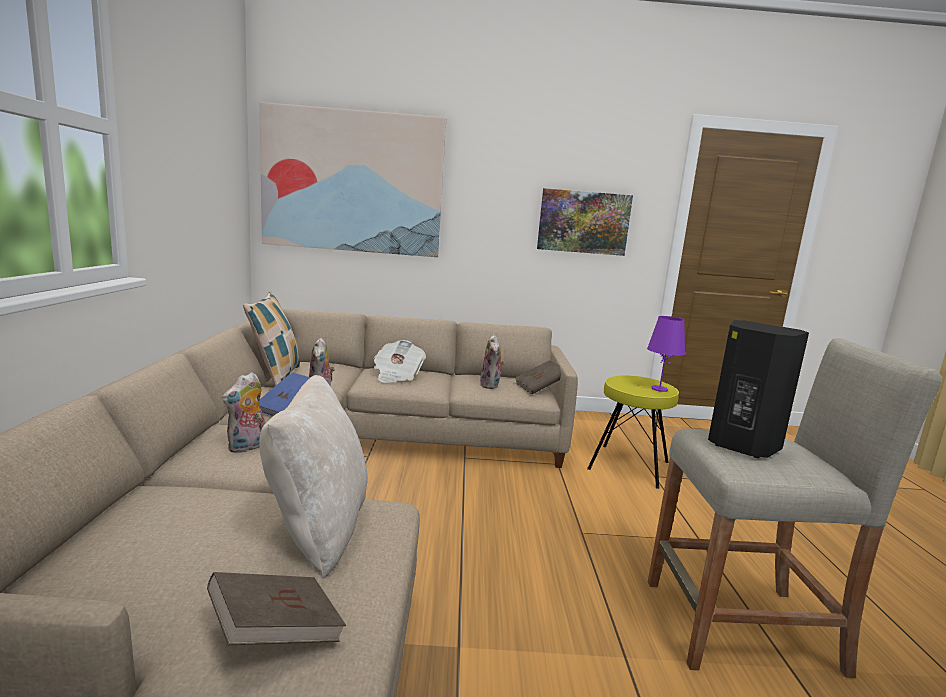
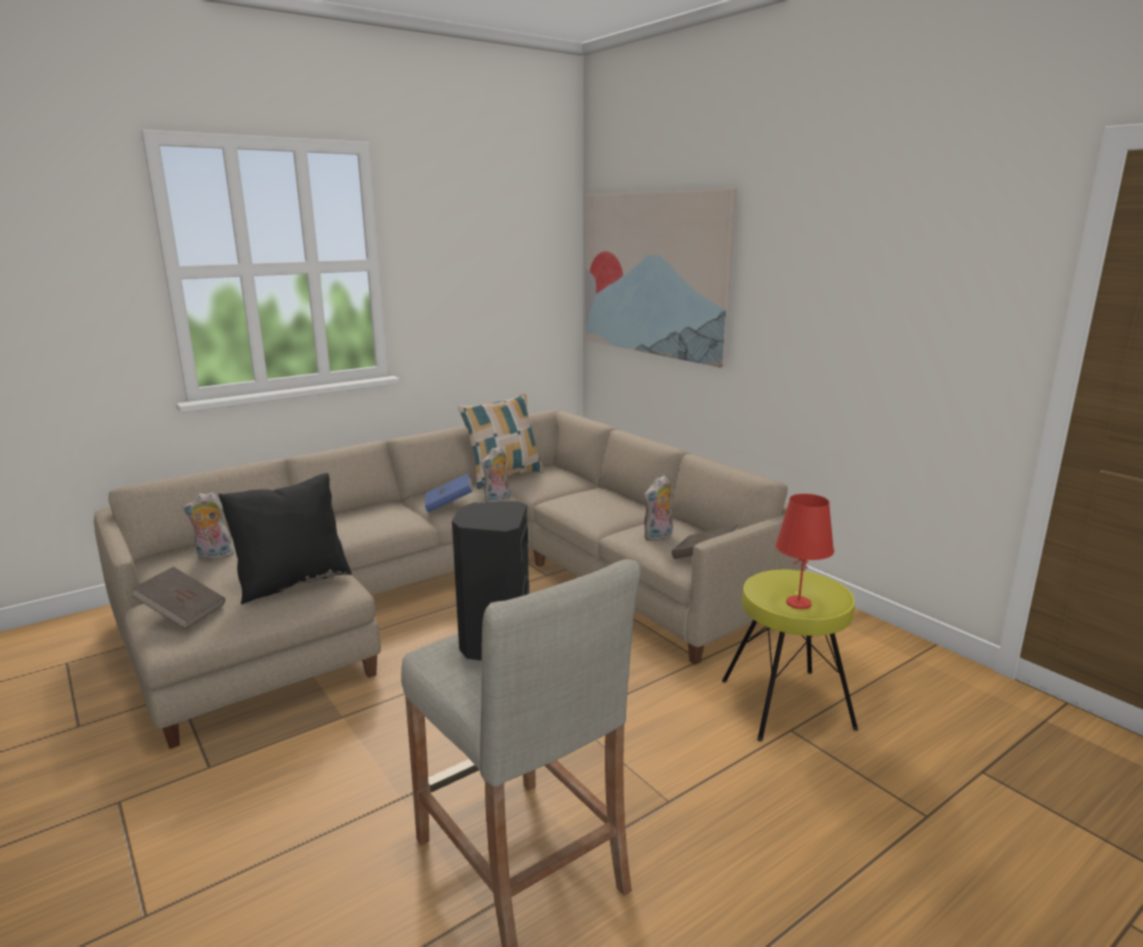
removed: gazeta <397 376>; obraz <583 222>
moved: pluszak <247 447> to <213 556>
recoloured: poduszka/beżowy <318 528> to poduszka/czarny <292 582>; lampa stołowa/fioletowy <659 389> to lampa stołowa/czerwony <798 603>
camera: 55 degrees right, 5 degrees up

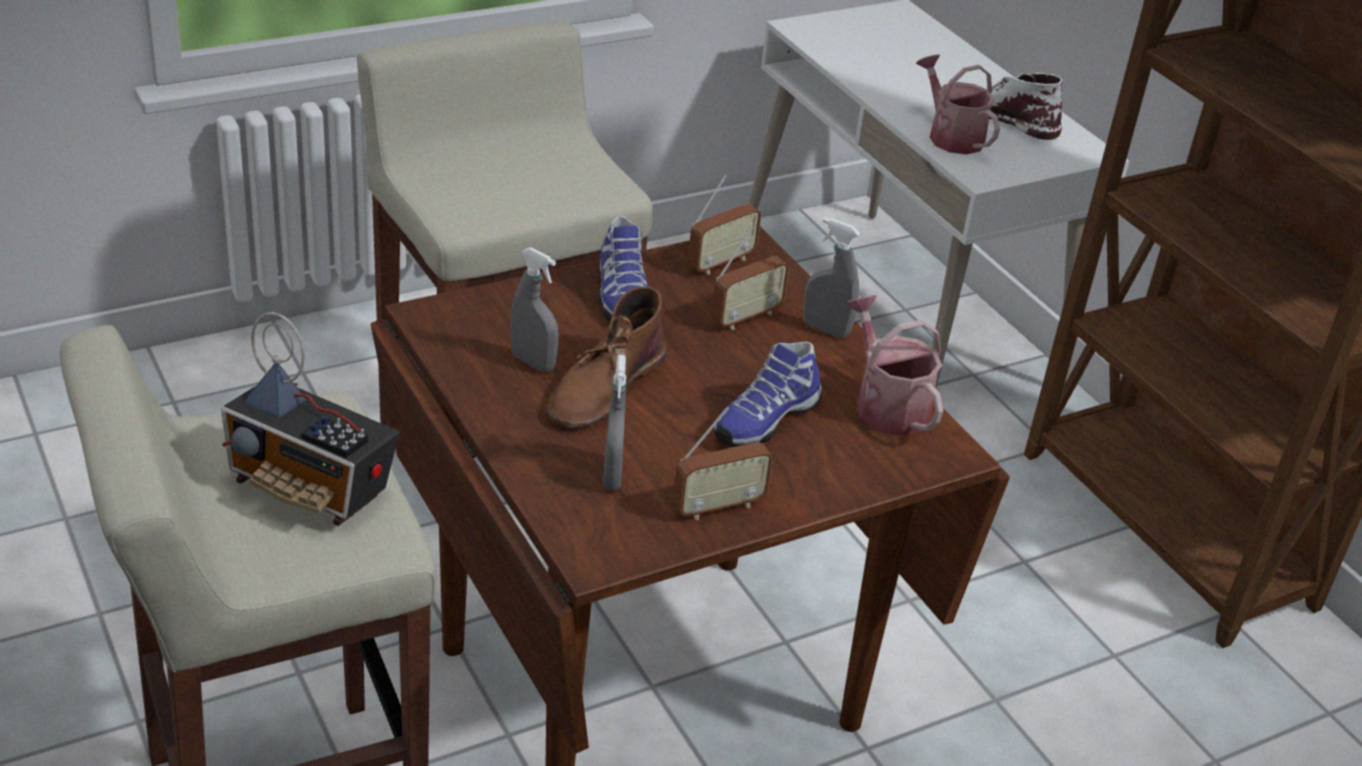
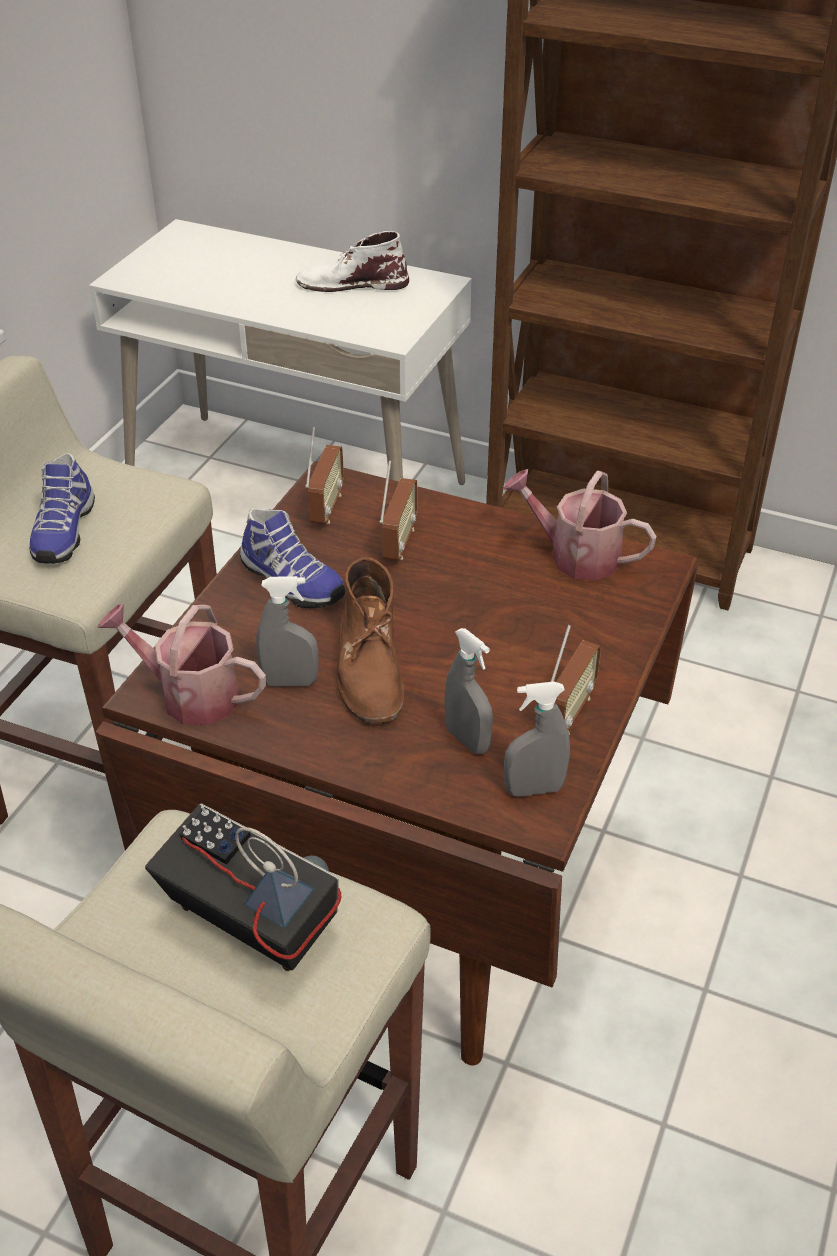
moved: but <764 419> to <62 532>; spryskiwacz/szary <826 330> to <534 789>; konewka <951 136> to <190 695>
turned: radio <311 488> = <251 920> 135 degrees counterclockwise
camera: 35 degrees left, 5 degrees up

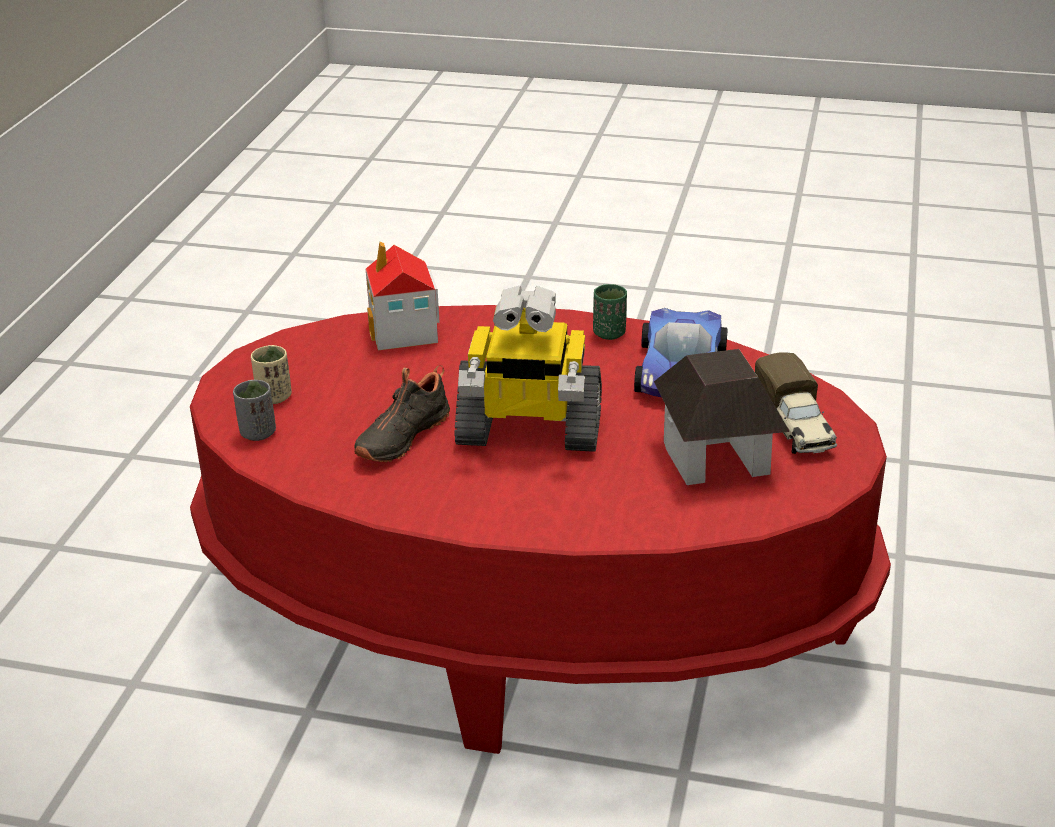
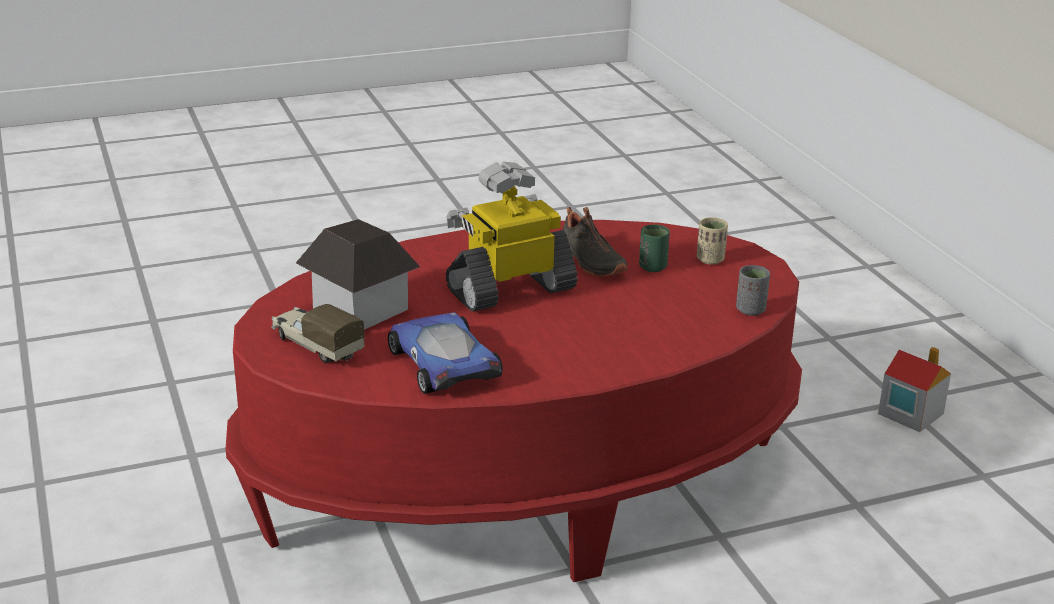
moved: filiżanka/szary <258 433> to <750 310>; domek <404 332> to <909 413>; filiżanka/zielony <609 333> to <652 267>
turned: but/czarny <401 436> = <590 262> 150 degrees clockwise
camera: 145 degrees right, 5 degrees down

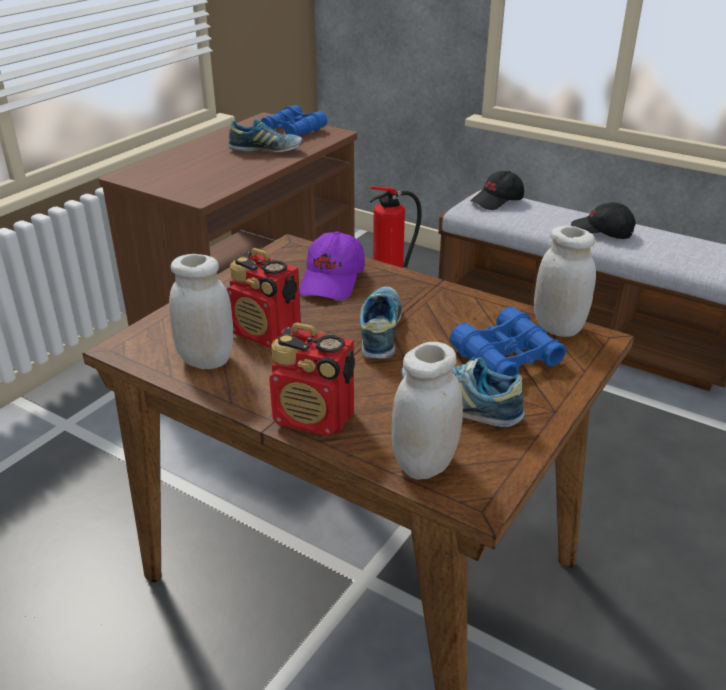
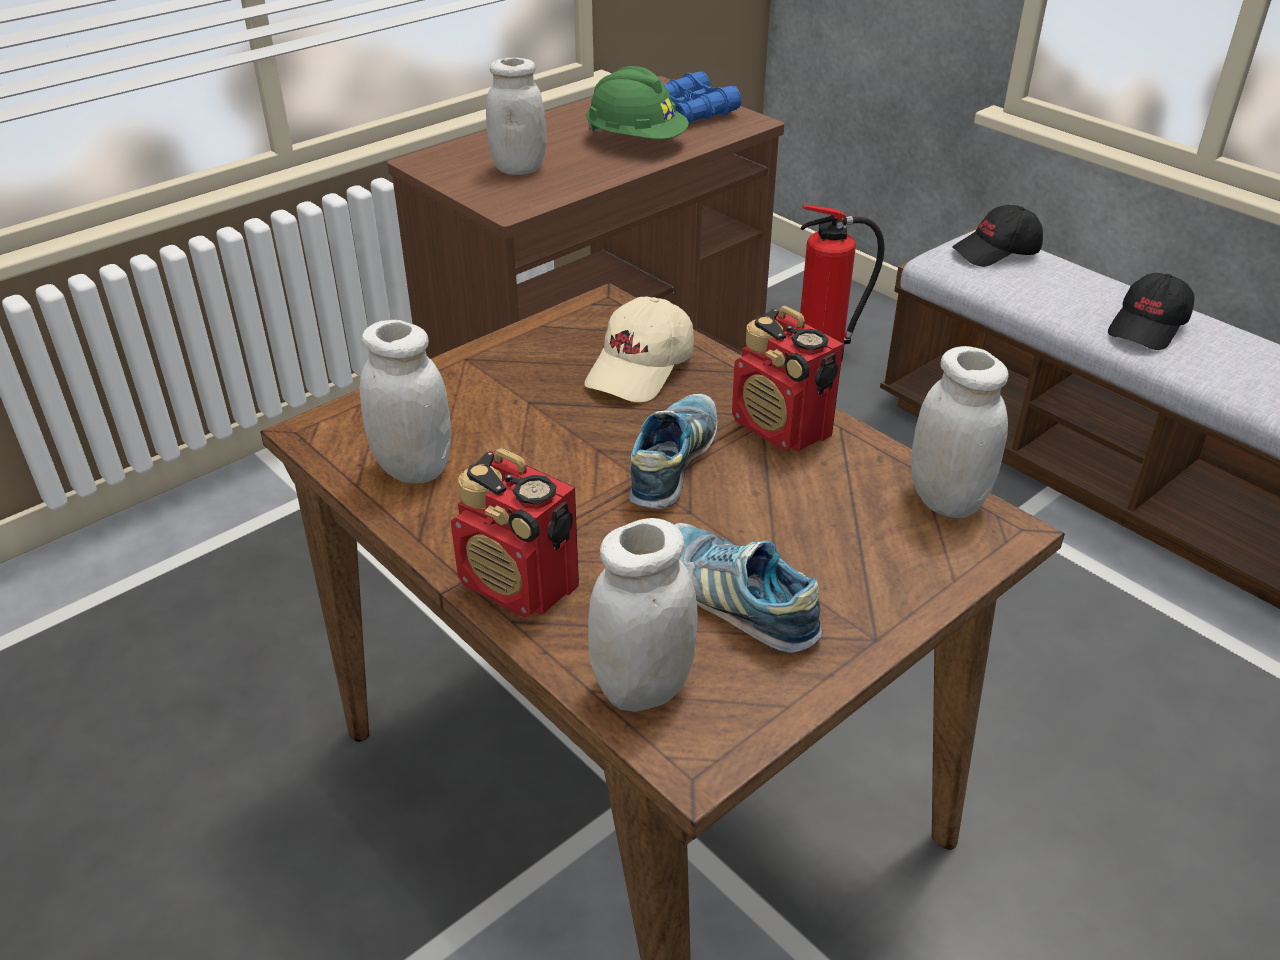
removed: lornetka/niebieski <506 357>
added: słoik/biały <519 168>
moved: radio <266 334> to <782 429>
replaced: but <266 150> to kask/zielony <636 141>
recoloured: czapka z daszkiem/fioletowy <333 281> to czapka z daszkiem/beżowy <641 369>
turned: czapka z daszkiem/czarny <602 232> = <1148 327> 90 degrees counterclockwise
camera: 15 degrees right, 5 degrees up

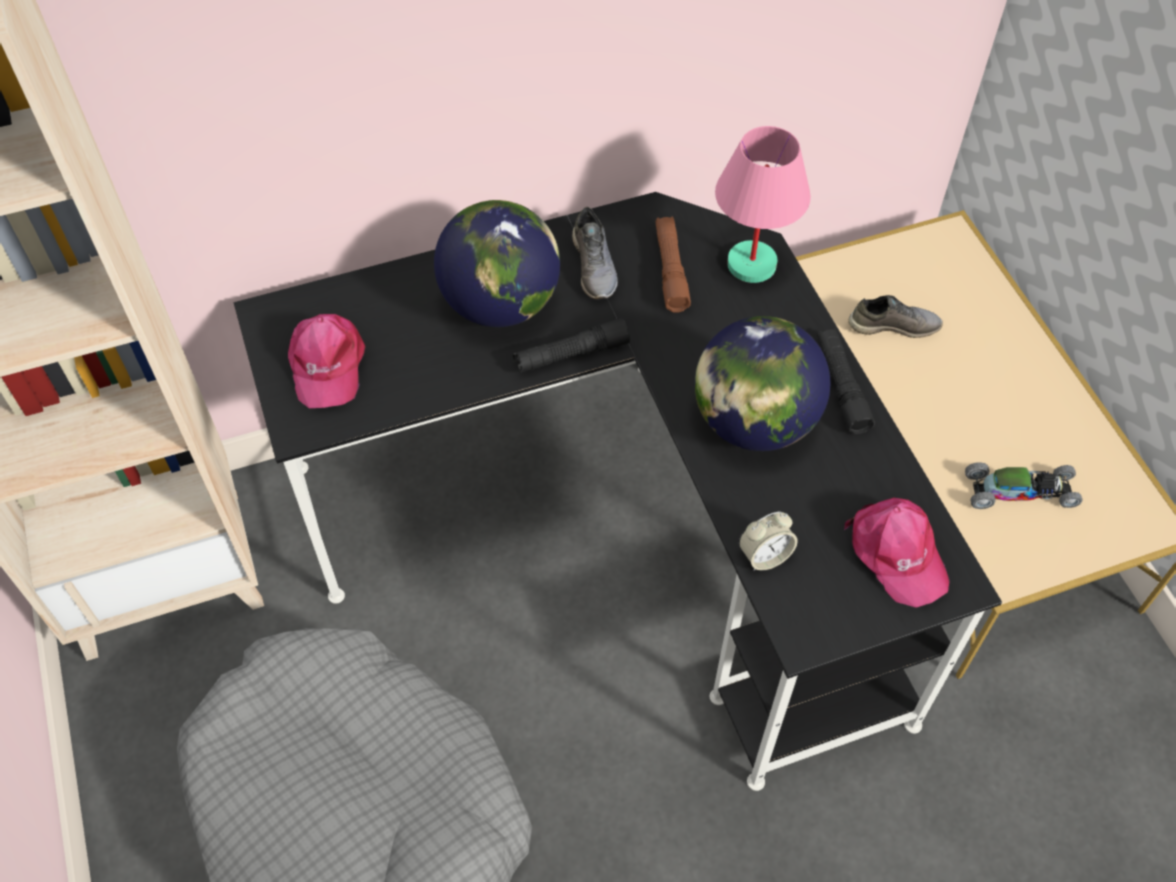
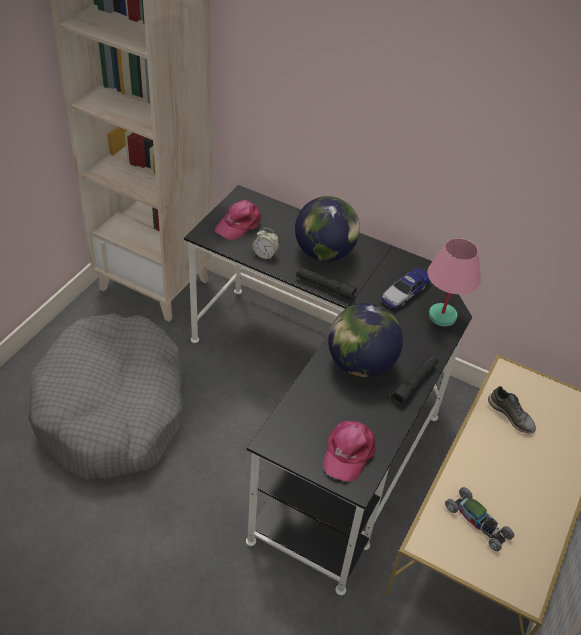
removed: but/szary <595 266>
moved: budzik <764 555> to <265 254>
replaced: latarka/brązowy <670 270> to samochodzik <405 292>
camera: 45 degrees right, 10 degrees down

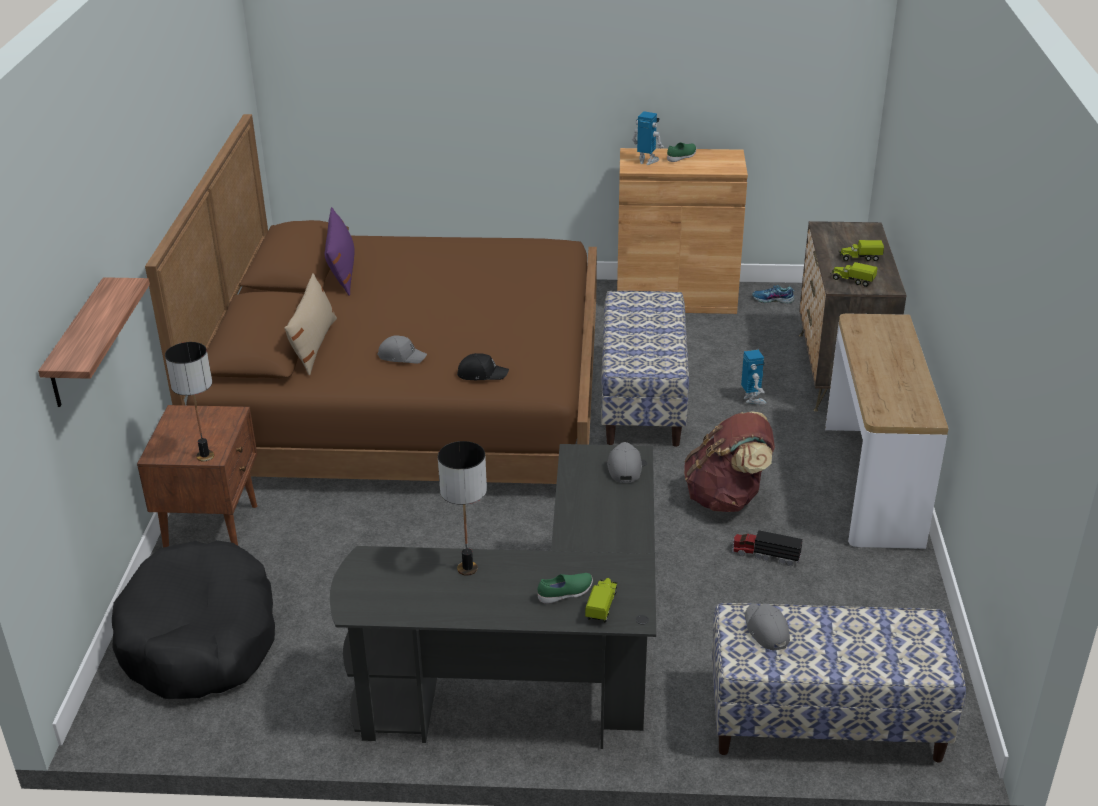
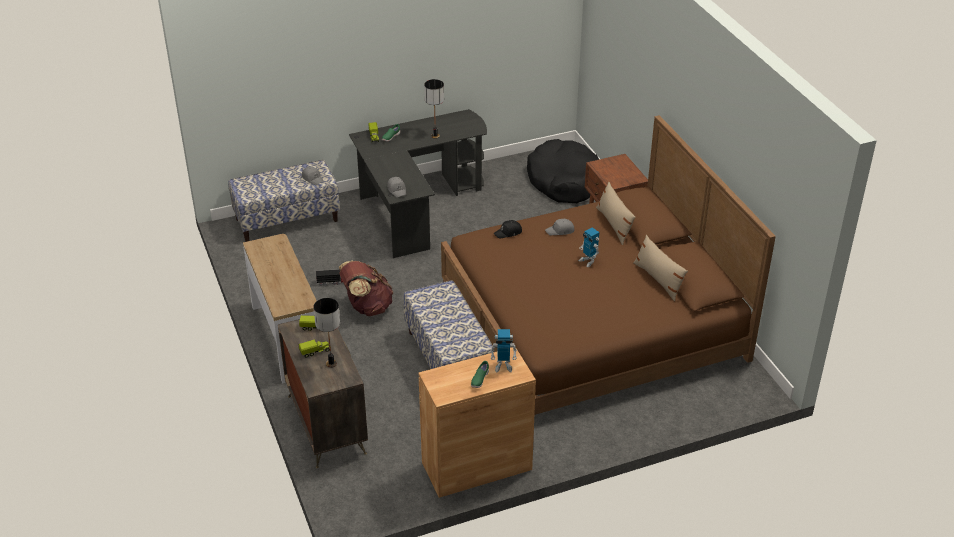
removed: półka <77 344>; but <773 300>
moved: lampa stołowa <205 456> to <331 364>; robot zabawkowy <752 399> to <588 261>
recoloured: poduszka/fioletowy <342 271> to poduszka/beżowy <658 280>
camera: 155 degrees right, 5 degrees up

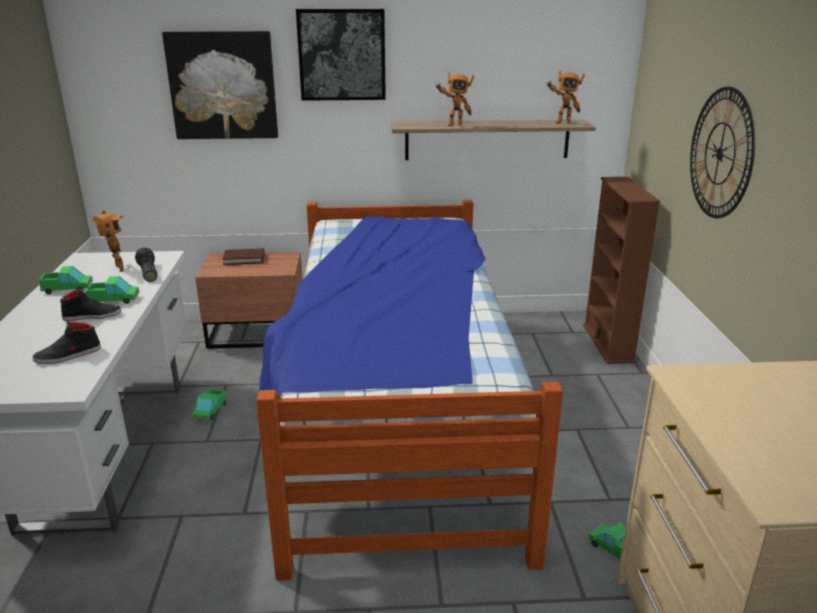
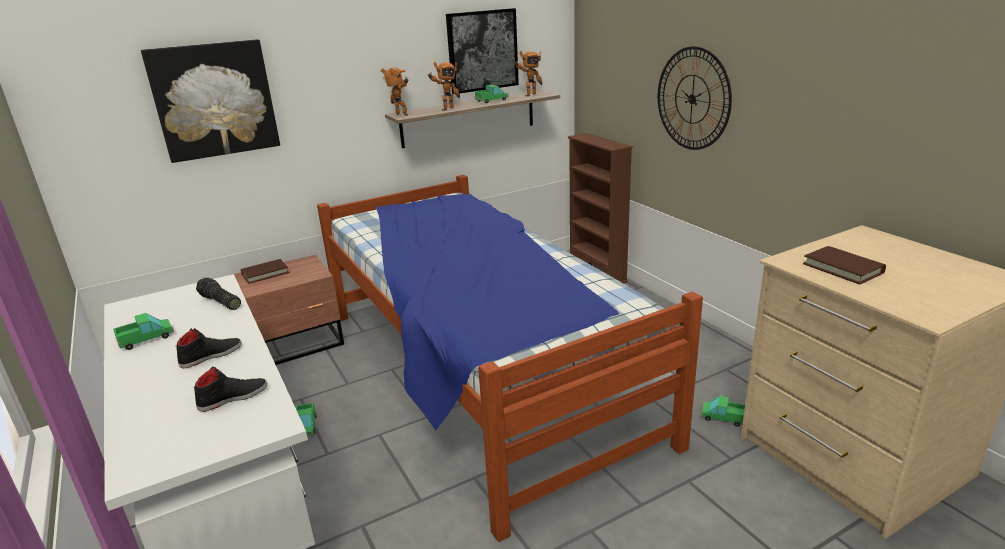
added: książka/brązowy <843 268>
moved: ciężarówka zabawkowa <114 299> to <492 100>; robot zabawkowy <117 269> to <400 115>; obraz <342 55> to <482 50>
turned: but/czarny <68 355> = <233 397> 150 degrees counterclockwise
camera: 25 degrees left, 0 degrees up

